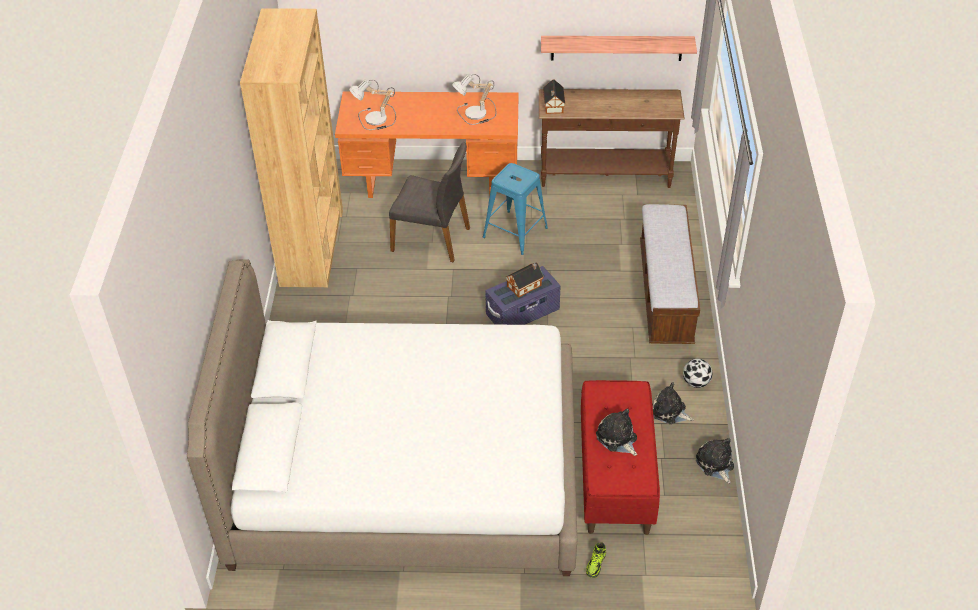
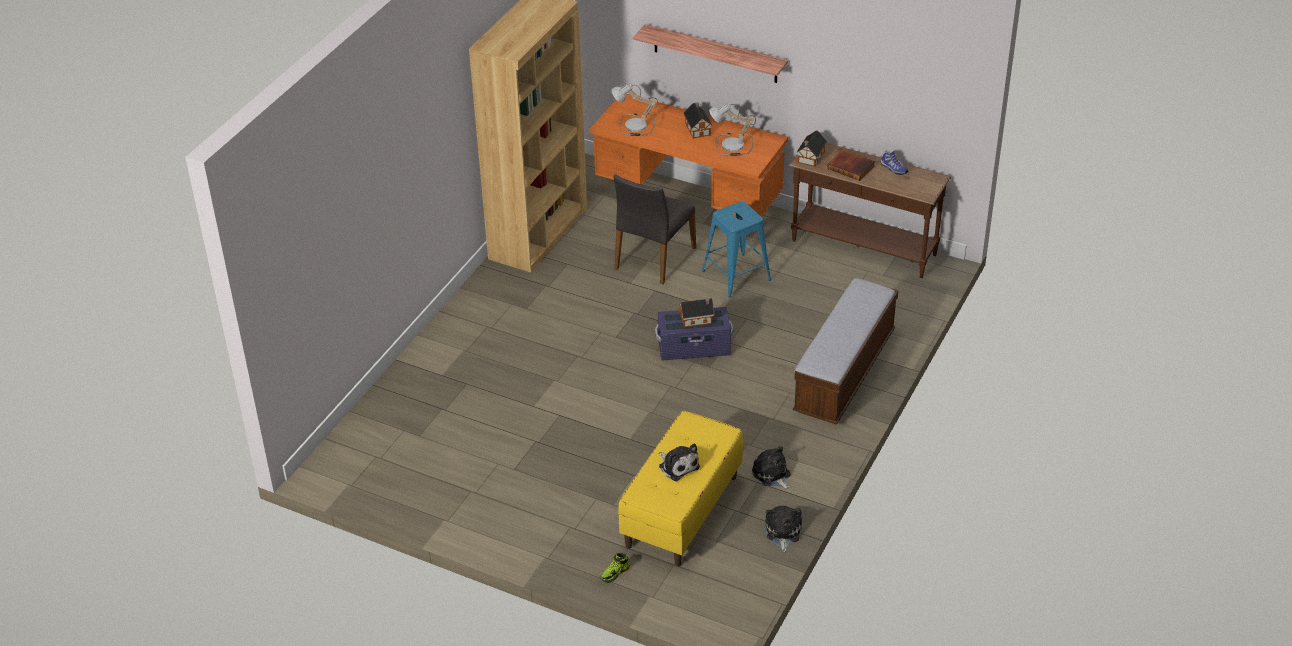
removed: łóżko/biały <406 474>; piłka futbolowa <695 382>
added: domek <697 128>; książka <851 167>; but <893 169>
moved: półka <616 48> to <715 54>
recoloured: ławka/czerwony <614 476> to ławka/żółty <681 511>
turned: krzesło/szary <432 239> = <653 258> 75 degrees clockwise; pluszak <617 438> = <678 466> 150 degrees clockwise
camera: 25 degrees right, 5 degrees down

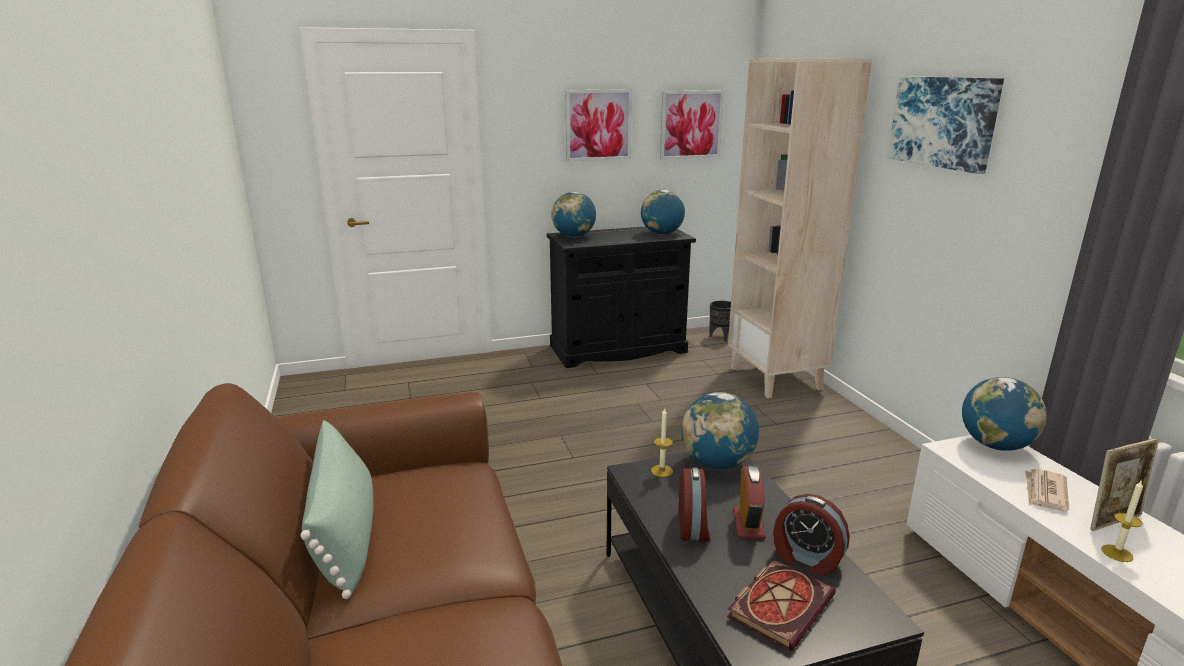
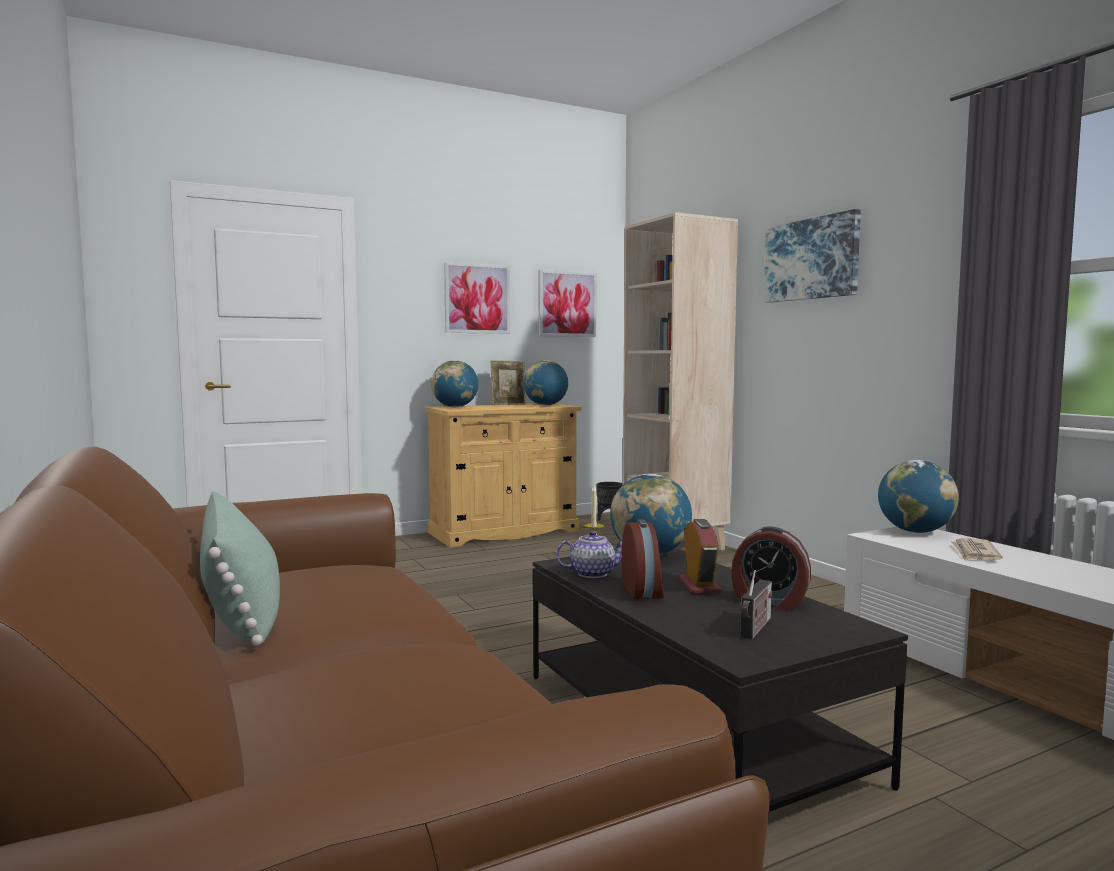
removed: świeca <1117 553>
added: imbryk <591 573>
moved: ramka na zdjęcie <1113 520> to <508 404>
replaced: książka <780 604> to radio <755 628>
recoloured: szafka/czarny <618 349> to szafka/beżowy <504 532>
camera: 10 degrees left, 15 degrees down

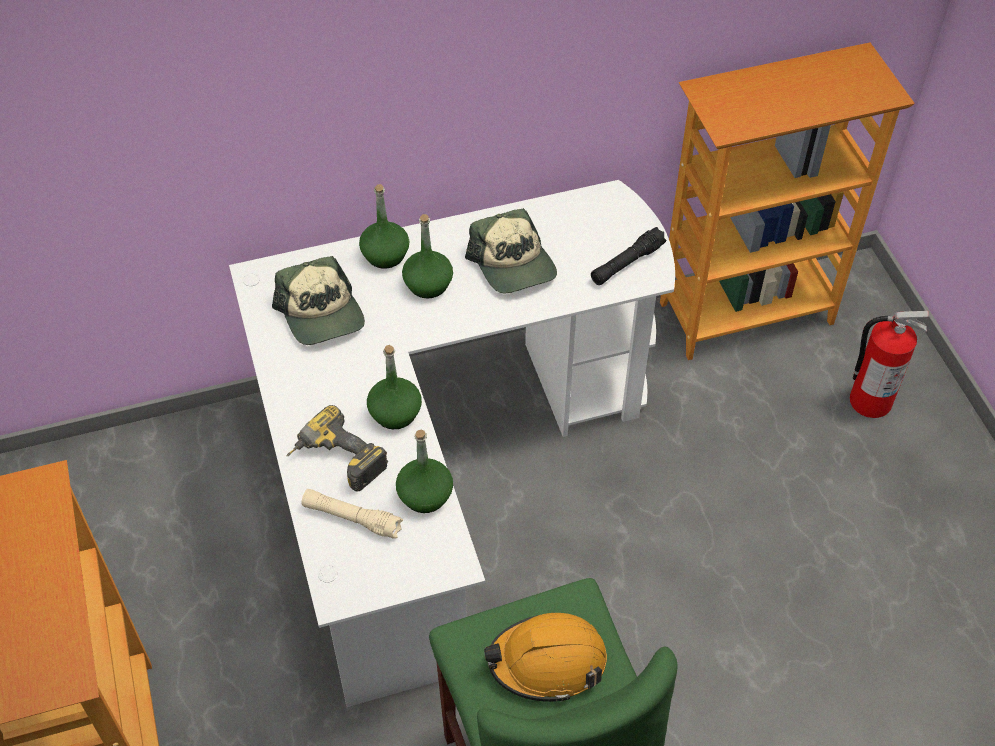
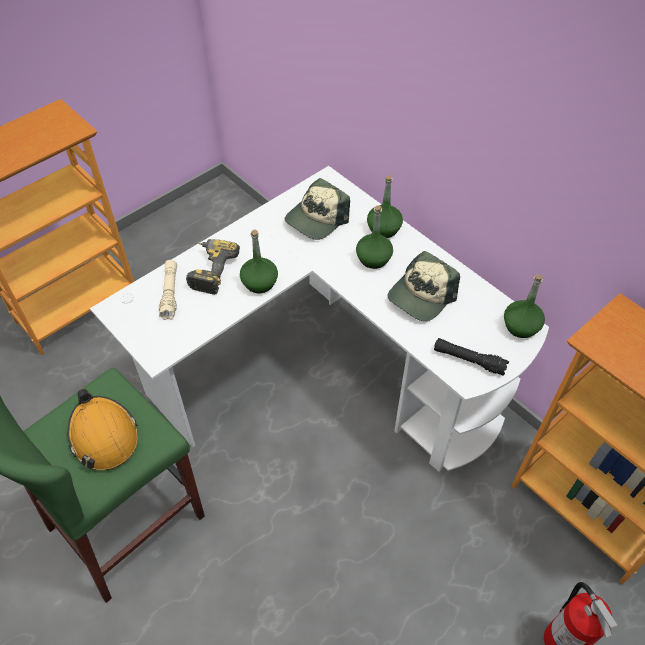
moved: butelka/zielony <425 495> to <520 326>
camera: 65 degrees right, 0 degrees up

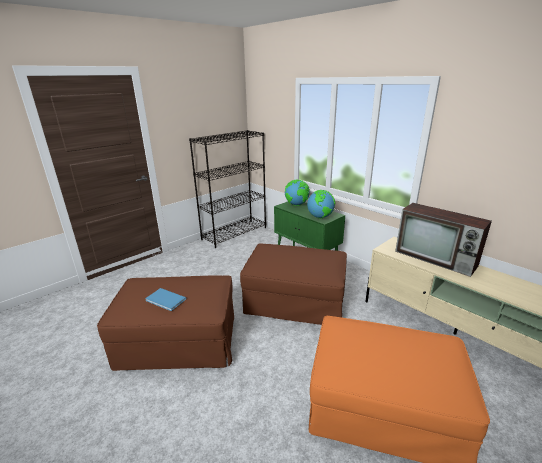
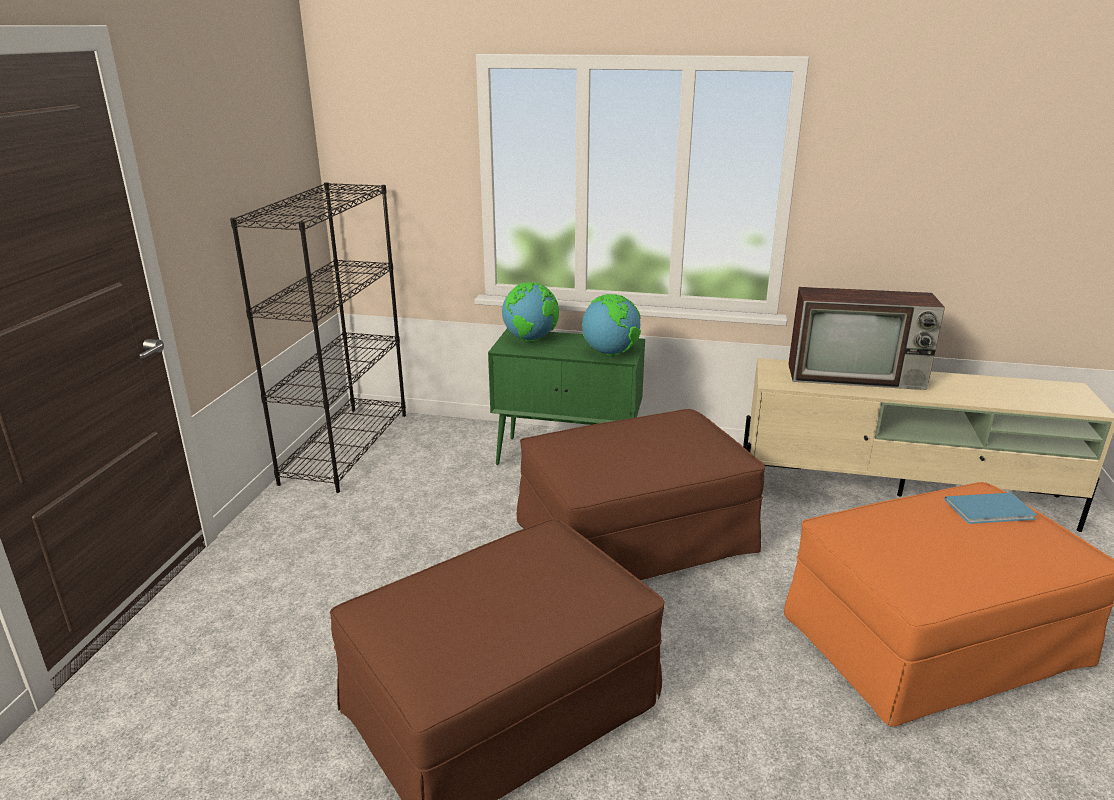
moved: książka/niebieski <166 300> to <992 510>
camera: 35 degrees left, 0 degrees up

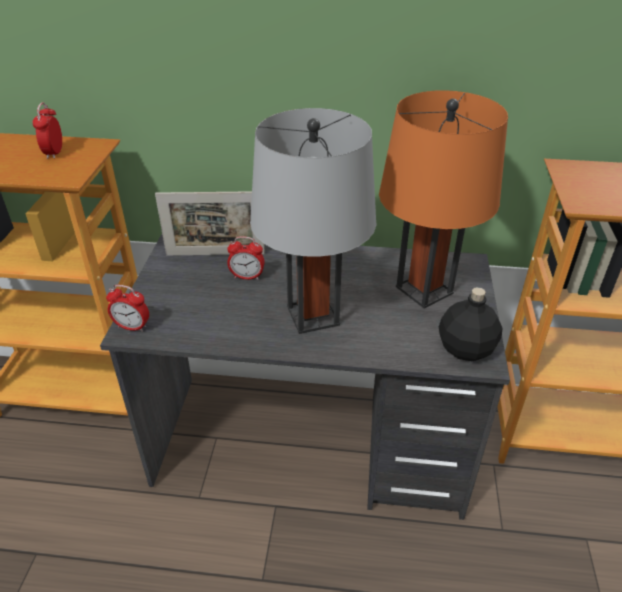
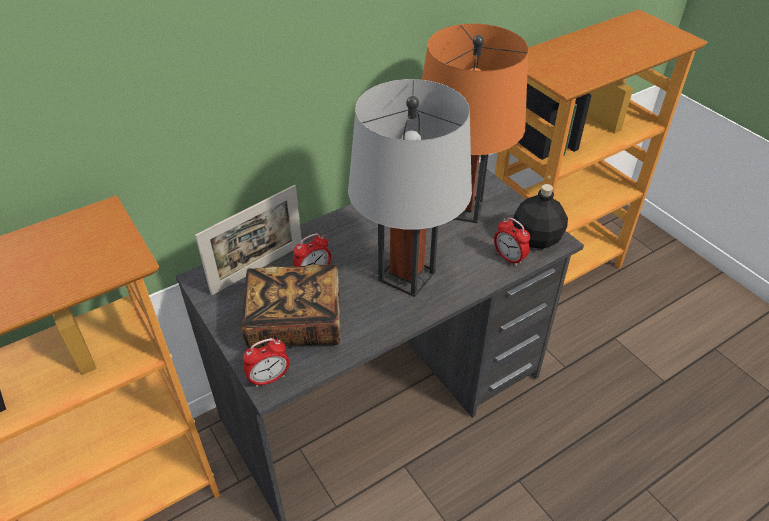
added: książka <295 323>
moved: budzik <54 153> to <509 258>
camera: 40 degrees left, 5 degrees up

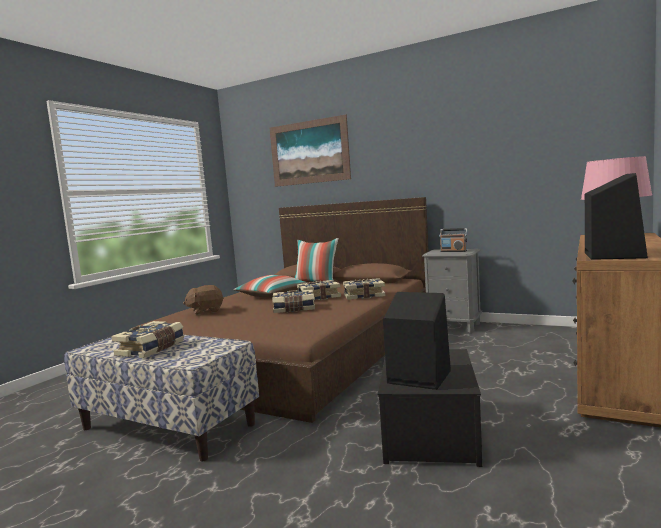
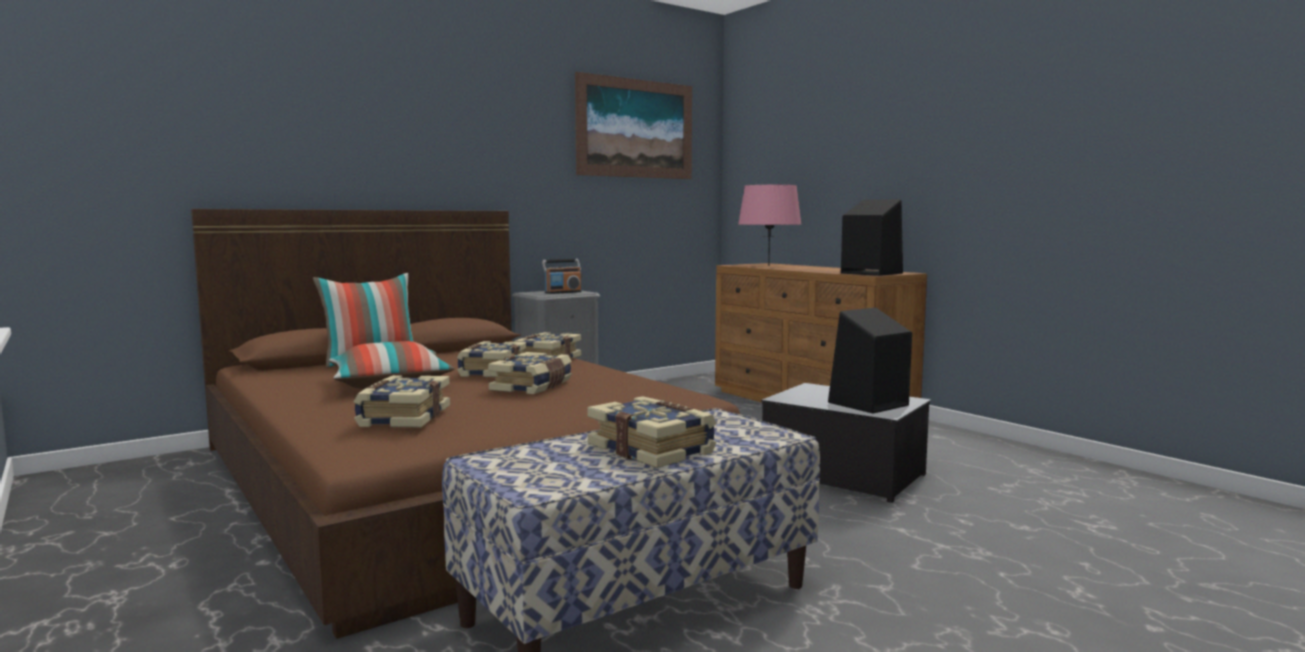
moved: obraz <309 152> to <635 128>
replaced: pluszak/brązowy <205 311> to książka <403 417>
camera: 65 degrees left, 0 degrees up

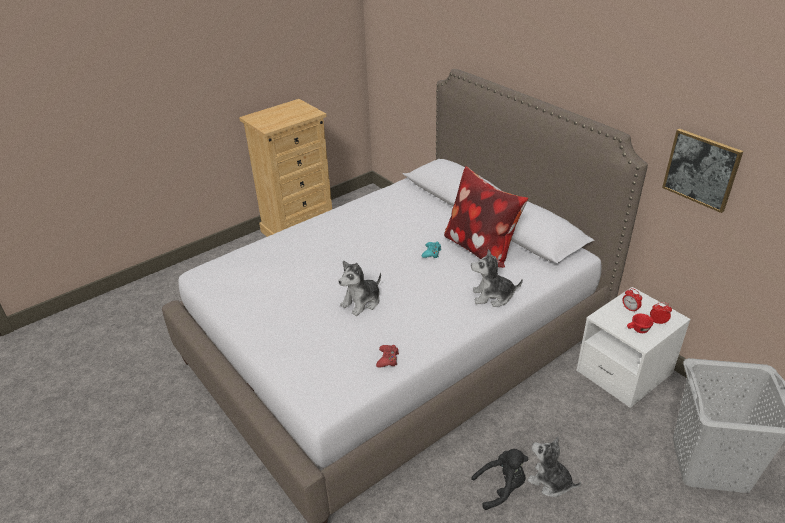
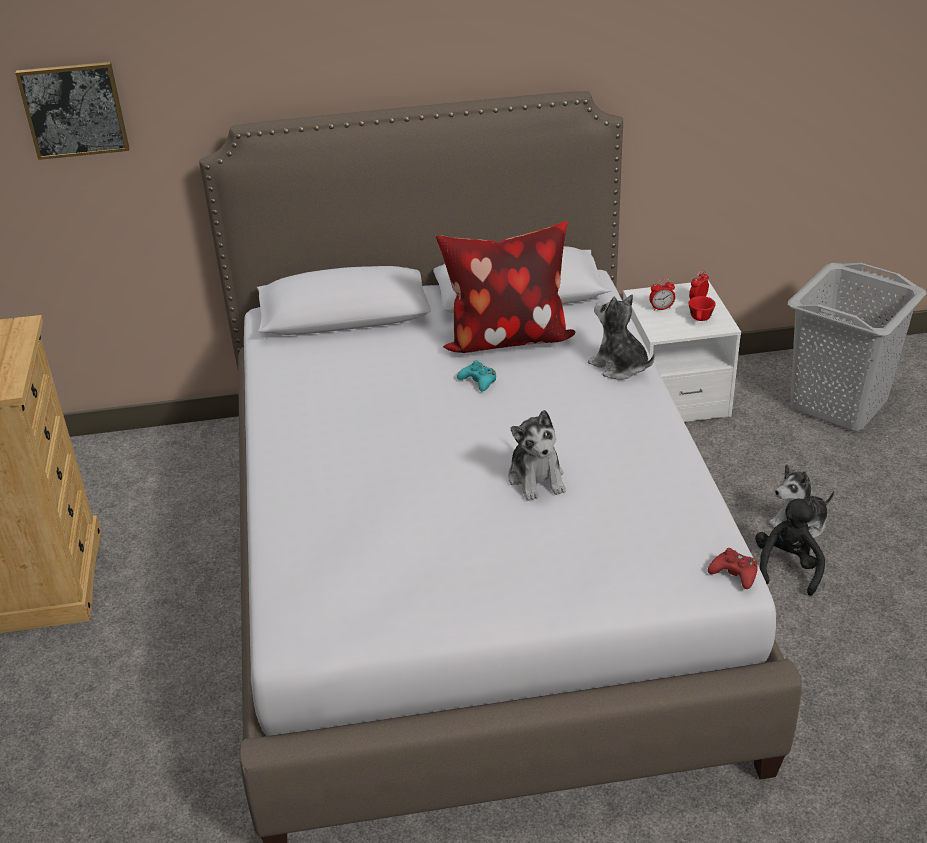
moved: pad do gier/czerwony <388 359> to <734 573>; obraz <701 169> to <74 110>
turned: pluszak <492 296> = <619 366> 105 degrees clockwise
camera: 60 degrees left, 0 degrees up

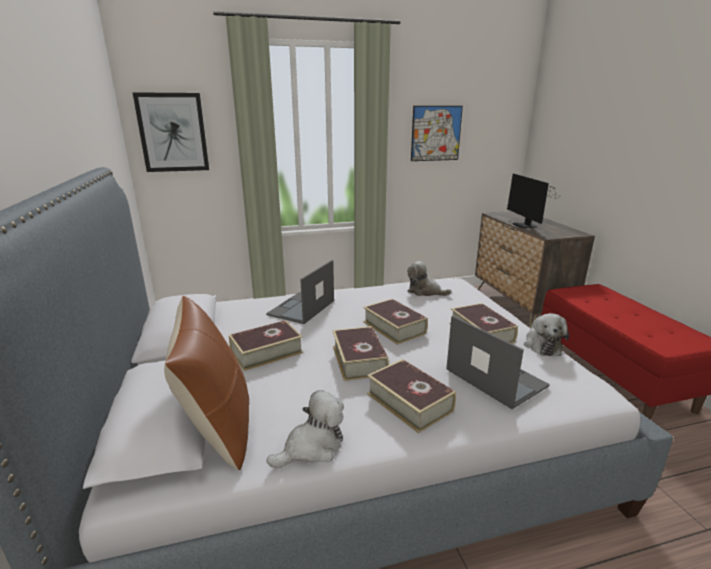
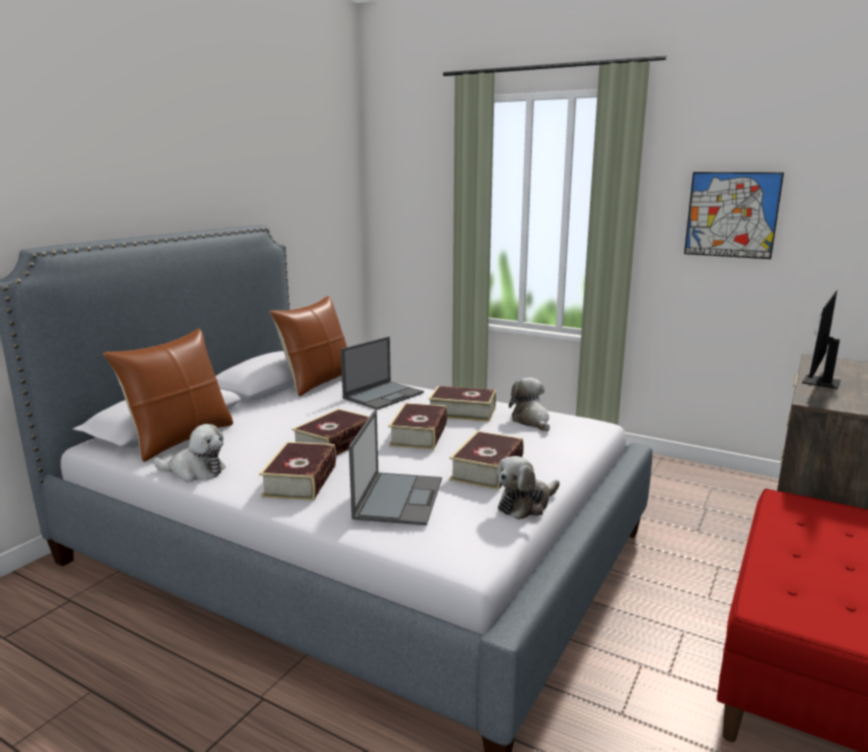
removed: obraz <173 132>
added: poduszka/brązowy <317 382>
moved: książka <266 352> to <462 412>
turned: laptop <301 308> = <384 395> 150 degrees clockwise
camera: 45 degrees right, 5 degrees down

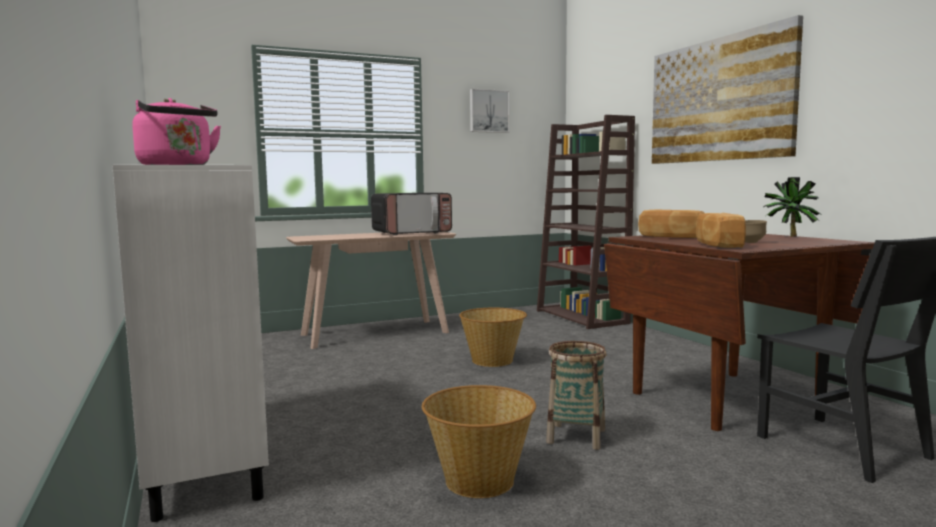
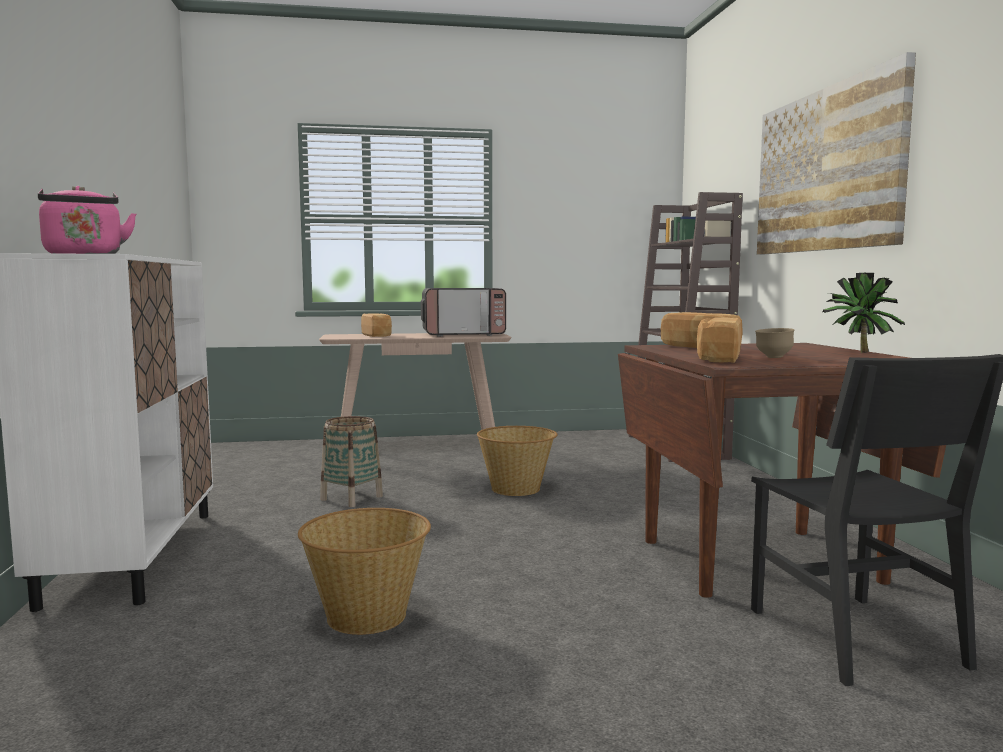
removed: obraz <488 111>
added: chleb <377 335>
moved: koszyk <576 436> to <351 498>
camera: 15 degrees right, 0 degrees up

